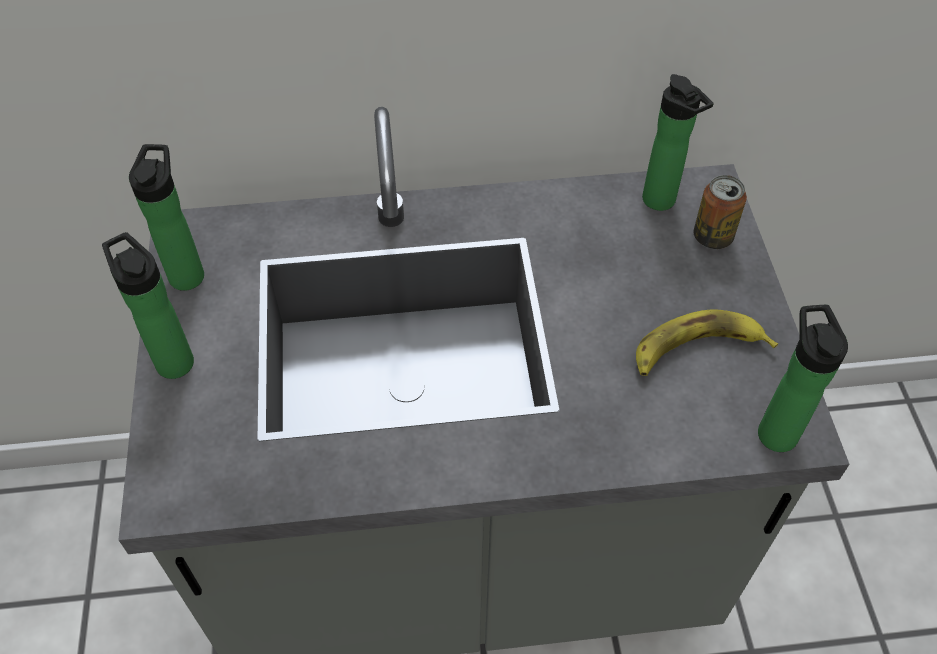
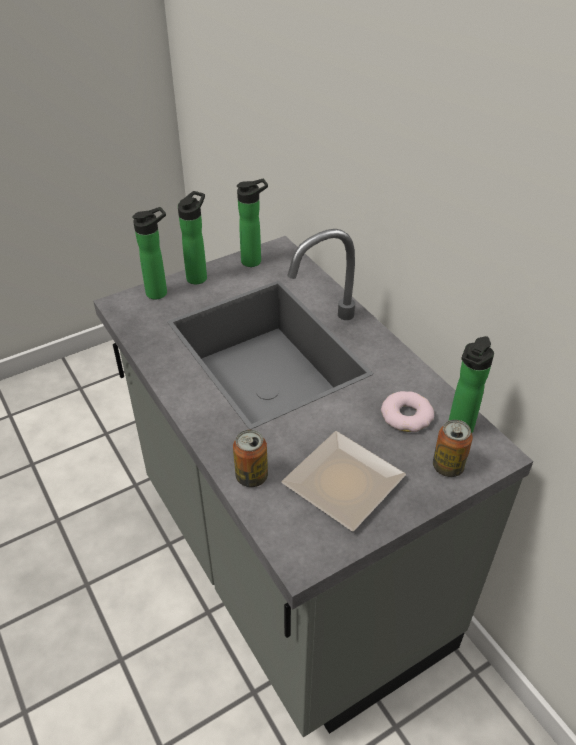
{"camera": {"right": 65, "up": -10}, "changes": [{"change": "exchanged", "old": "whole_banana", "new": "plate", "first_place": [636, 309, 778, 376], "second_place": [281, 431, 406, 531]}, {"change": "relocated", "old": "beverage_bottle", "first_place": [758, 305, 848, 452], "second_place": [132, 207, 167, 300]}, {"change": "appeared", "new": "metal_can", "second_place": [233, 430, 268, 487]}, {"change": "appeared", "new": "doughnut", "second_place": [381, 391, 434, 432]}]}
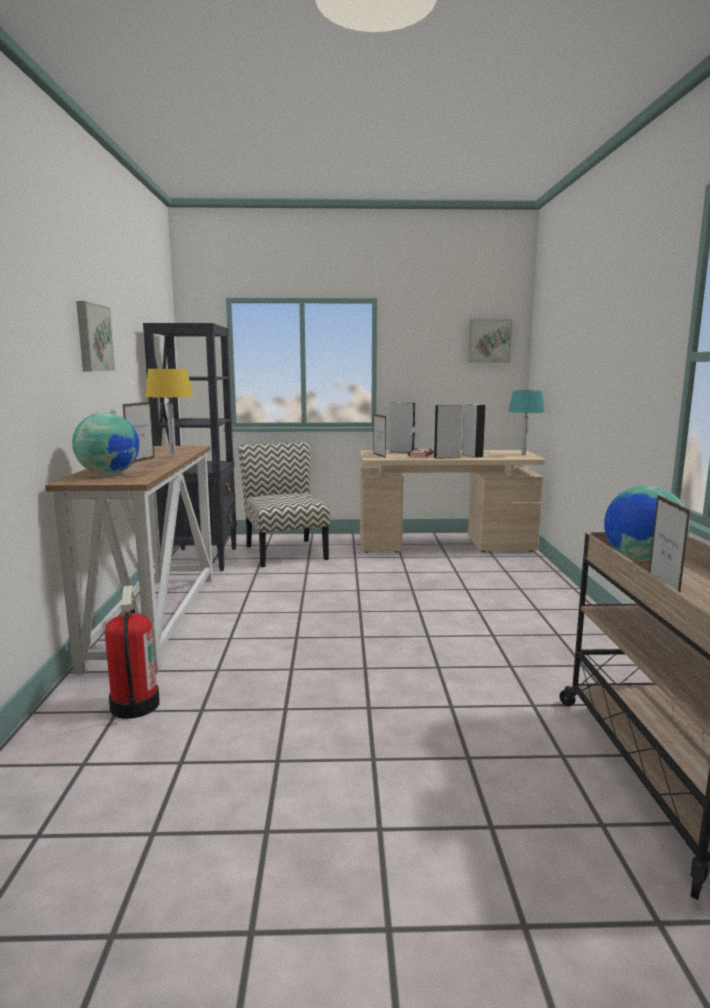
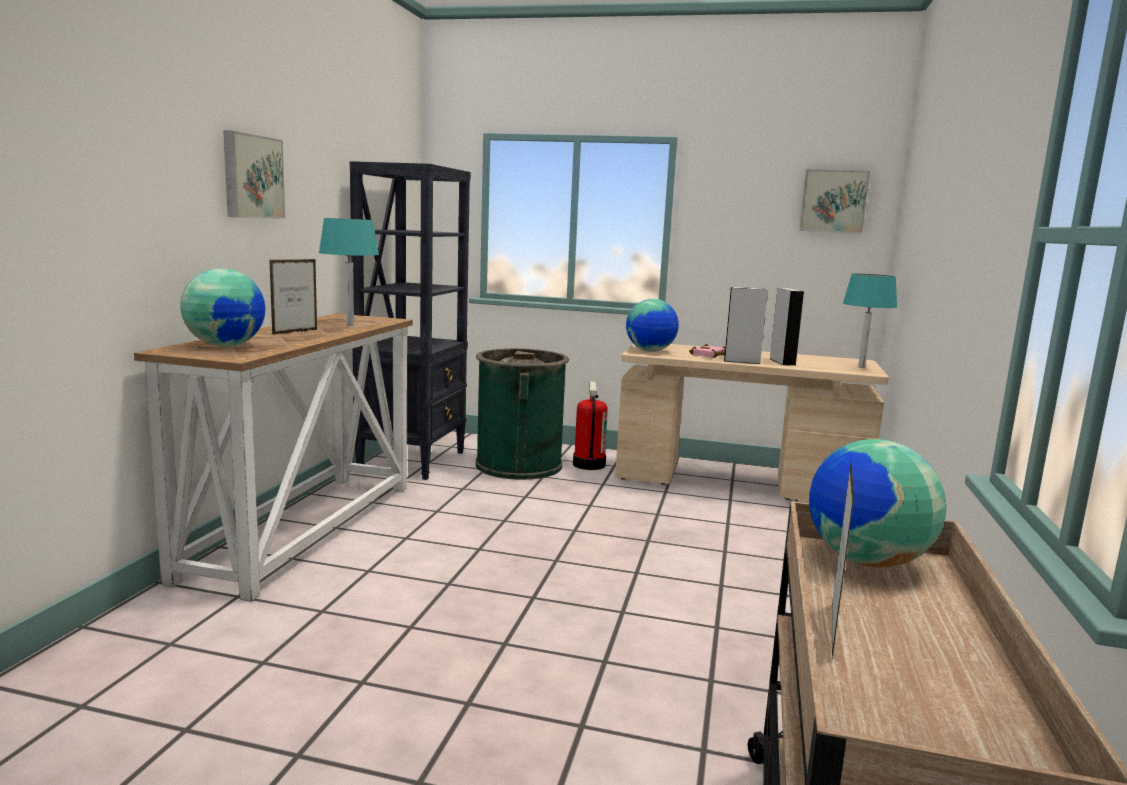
{"camera": {"right": 15, "up": 0}, "changes": [{"change": "relocated", "old": "fire_extinguisher", "first_place": [105, 585, 160, 719], "second_place": [573, 381, 608, 470]}, {"change": "colour", "old": "yellowish_lamp_for_a_table", "new": "turquoise-coloured_lamp_for_a_table", "first_place": [145, 369, 193, 454], "second_place": [319, 218, 379, 326]}, {"change": "exchanged", "old": "plain_chair", "new": "green-coloured_waste_bin", "first_place": [238, 442, 330, 567], "second_place": [476, 348, 569, 480]}, {"change": "exchanged", "old": "standing_frame", "new": "world_globe", "first_place": [373, 414, 386, 458], "second_place": [626, 299, 679, 351]}, {"change": "missing", "old": "gray_audio_speaker", "first_place": [390, 402, 415, 453]}]}
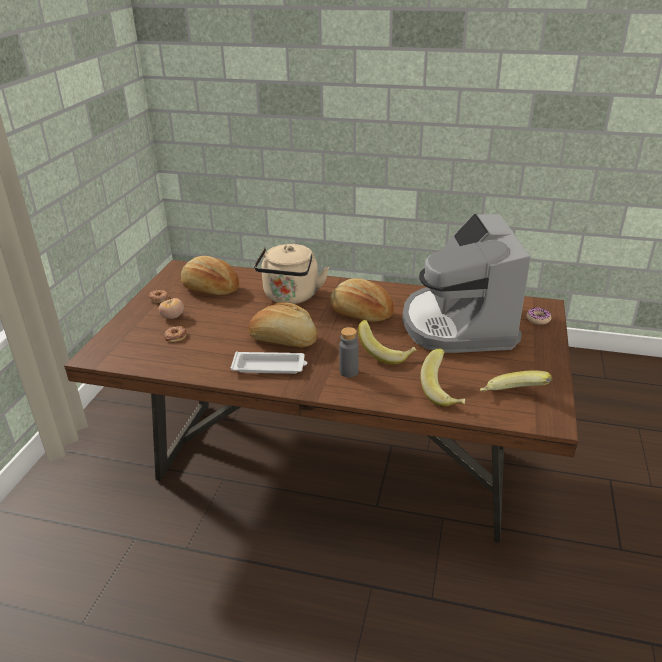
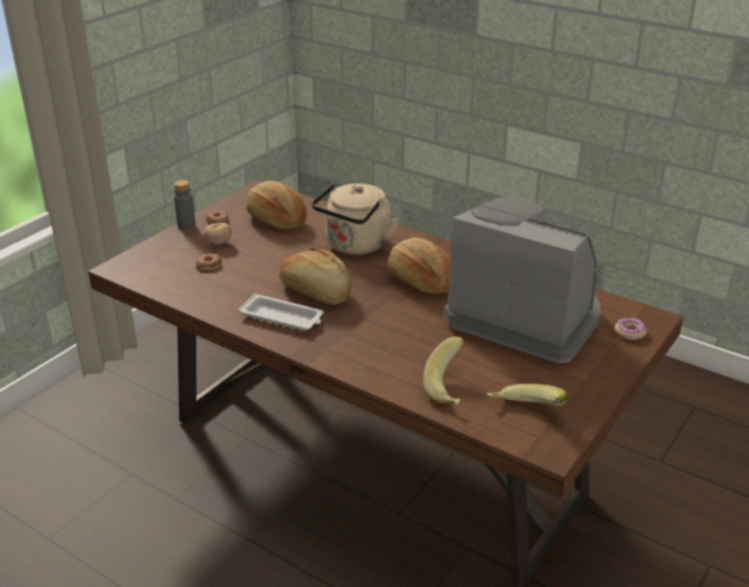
{"camera": {"right": 20, "up": 0}, "changes": [{"change": "relocated", "old": "gray_beverage_bottle", "first_place": [339, 327, 359, 378], "second_place": [174, 180, 196, 229]}, {"change": "missing", "old": "whole_banana", "first_place": [358, 320, 417, 365]}, {"change": "spun", "old": "coffee_brewer", "first_place": [402, 213, 531, 353], "second_place": [445, 197, 600, 364], "degrees": 105}]}
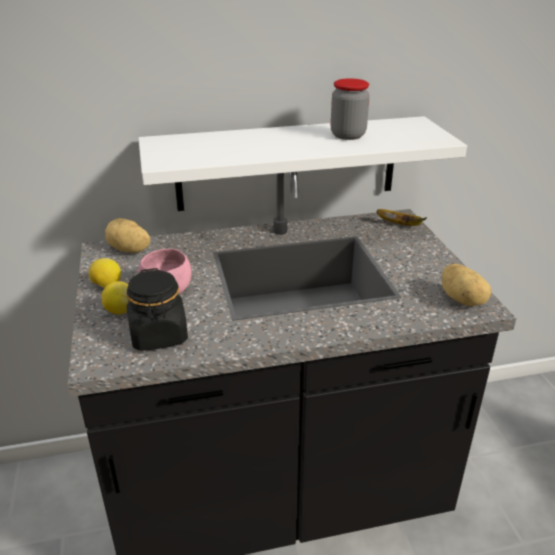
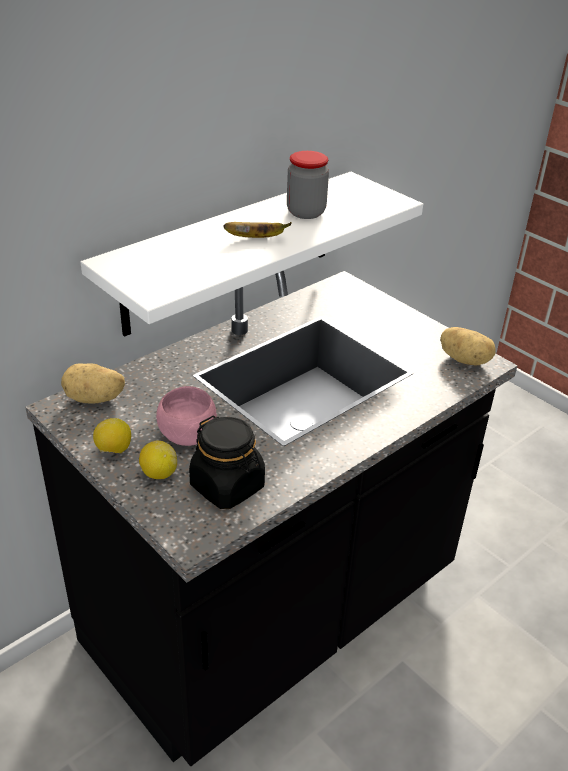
{"camera": {"right": -30, "up": 5}, "changes": [{"change": "relocated", "old": "whole_banana", "first_place": [376, 209, 427, 226], "second_place": [224, 222, 292, 238]}]}
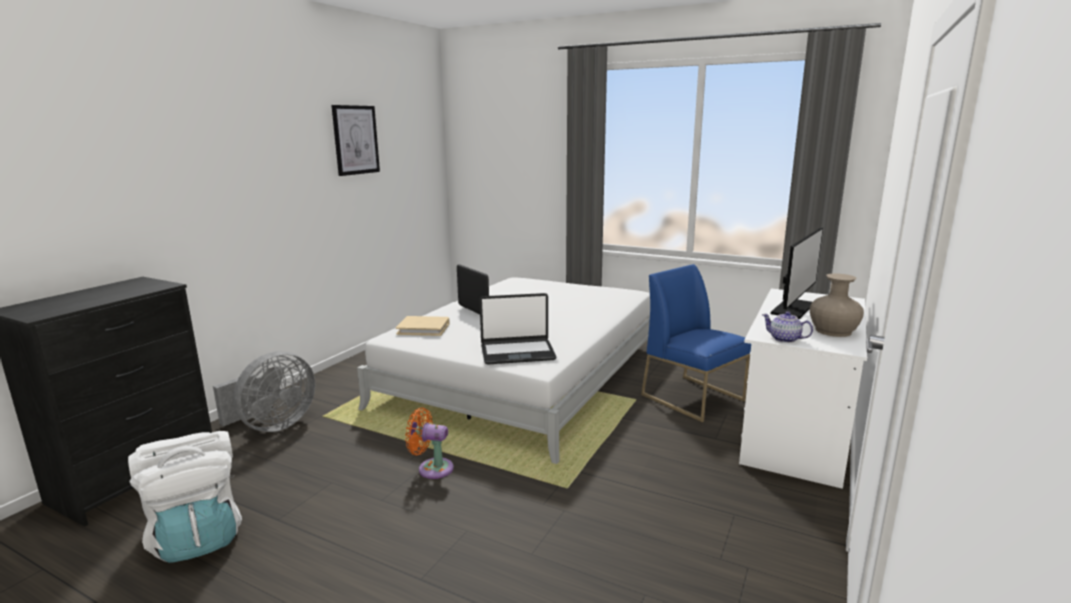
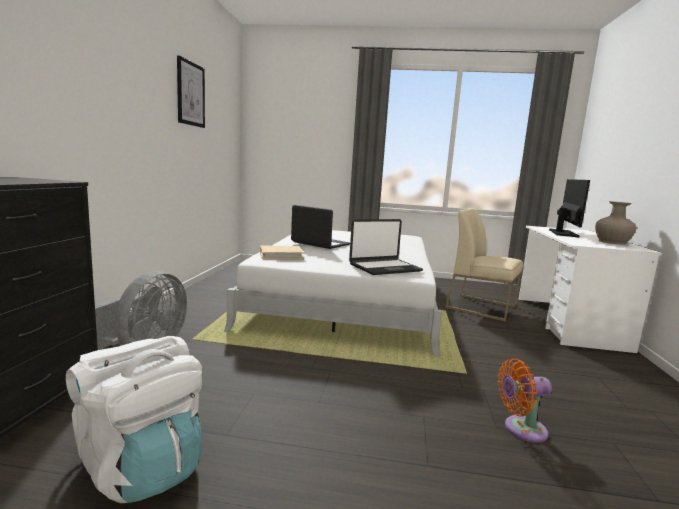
{"camera": {"right": -20, "up": -5}, "changes": [{"change": "relocated", "old": "orangey_cooling_fan", "first_place": [405, 408, 454, 479], "second_place": [498, 358, 552, 443]}, {"change": "colour", "old": "bluish_plain_chair", "new": "beige-coloured_plain_chair", "first_place": [641, 264, 751, 422], "second_place": [445, 208, 523, 322]}, {"change": "missing", "old": "tea_pot", "first_place": [762, 311, 813, 343]}]}
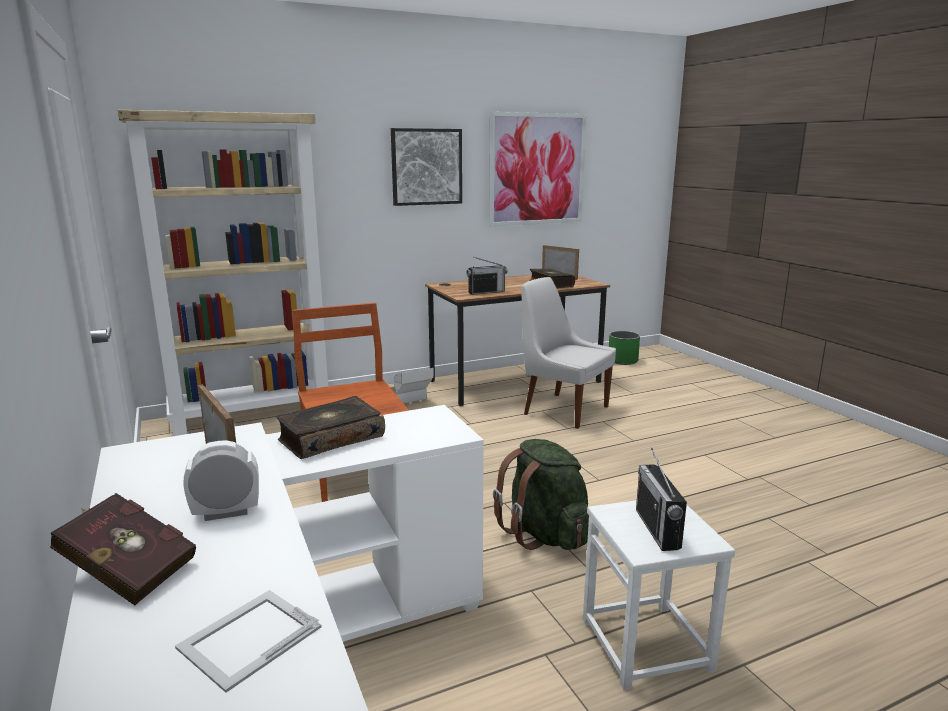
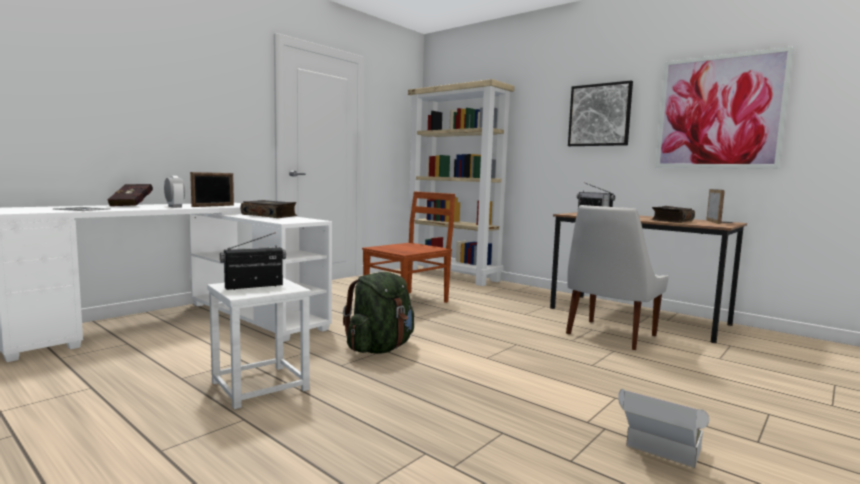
{"camera": {"right": 65, "up": -10}, "changes": [{"change": "relocated", "old": "packing_box", "first_place": [390, 368, 434, 403], "second_place": [618, 389, 709, 468]}, {"change": "spun", "old": "whitish_plain_chair", "first_place": [522, 277, 616, 429], "second_place": [566, 205, 669, 350], "degrees": -150}, {"change": "missing", "old": "green-coloured_flower_pot", "first_place": [609, 331, 640, 365]}]}
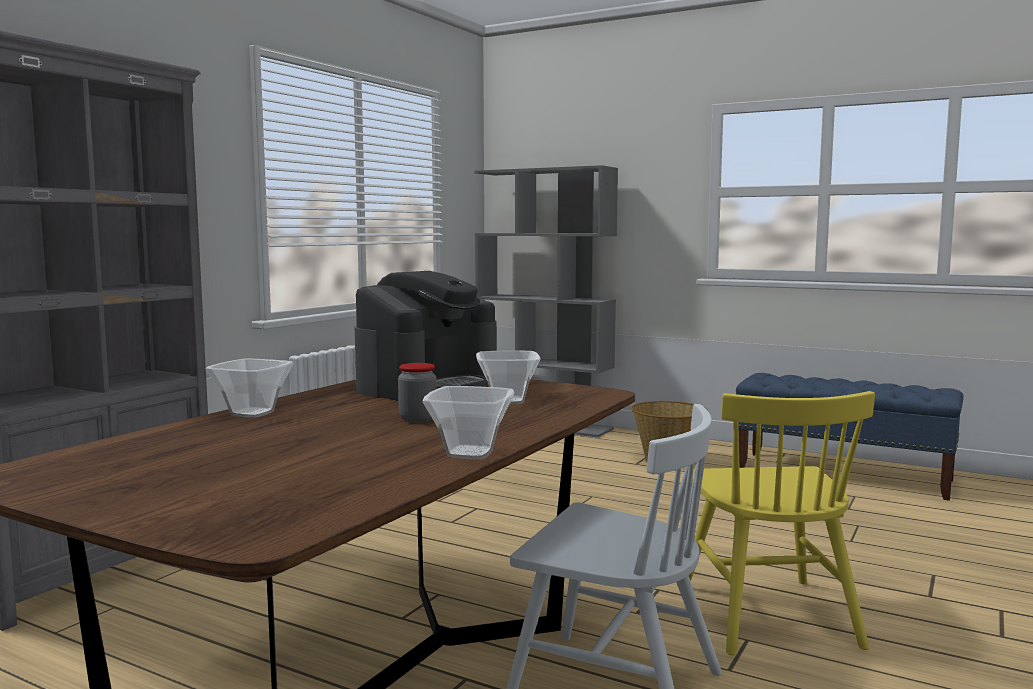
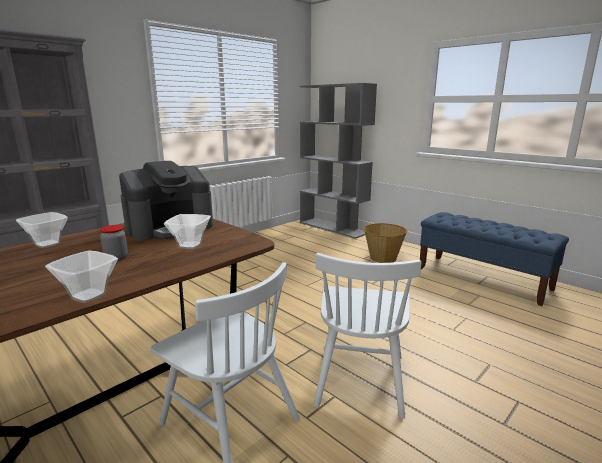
{"camera": {"right": 15, "up": 10}, "changes": [{"change": "colour", "old": "yellowish_plain_chair", "new": "whitish_plain_chair", "first_place": [689, 391, 875, 655], "second_place": [314, 253, 421, 419]}]}
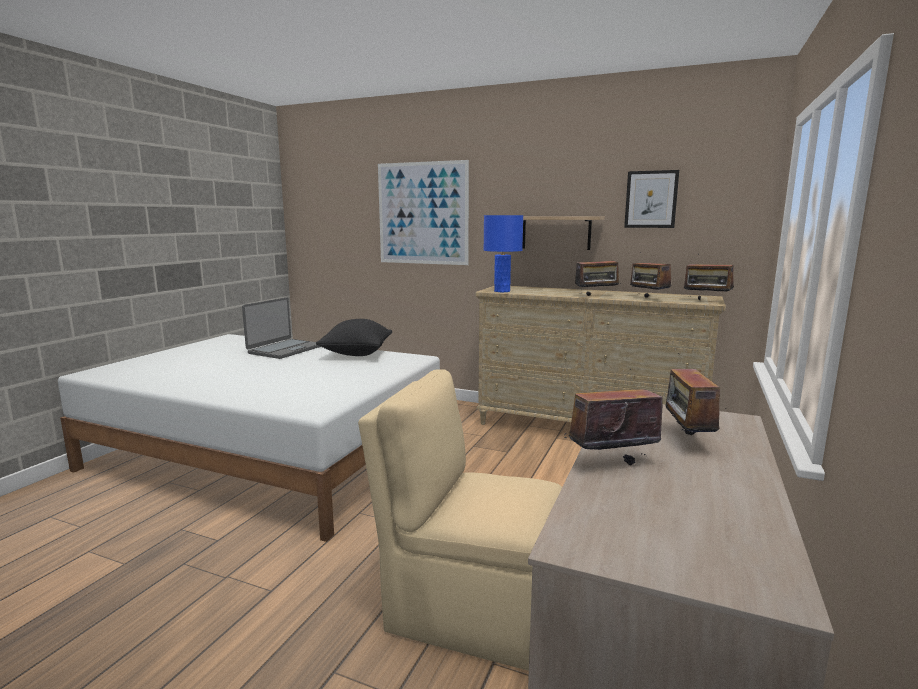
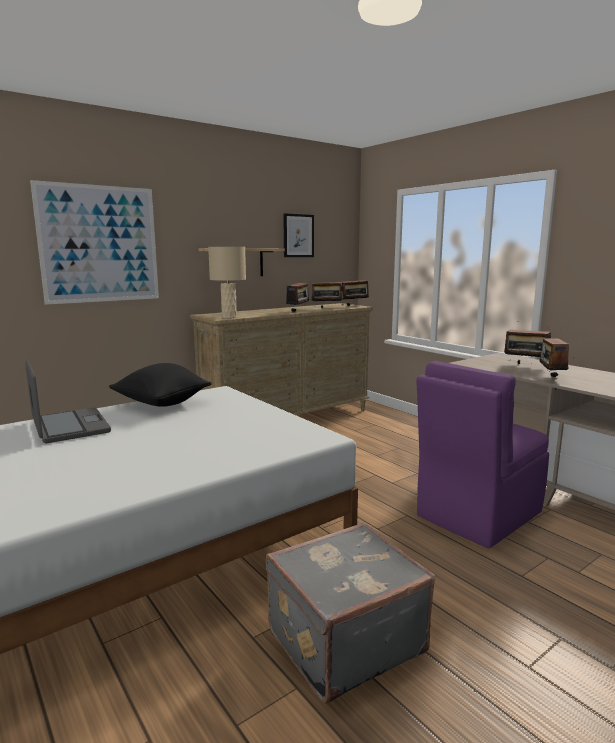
{"camera": {"right": -60, "up": 0}, "changes": [{"change": "colour", "old": "beige-coloured_plain_chair", "new": "purple_plain_chair", "first_place": [358, 369, 562, 671], "second_place": [417, 361, 549, 548]}, {"change": "colour", "old": "bluish_lamp_for_a_table", "new": "beige-coloured_lamp_for_a_table", "first_place": [484, 215, 523, 292], "second_place": [208, 247, 246, 318]}, {"change": "appeared", "new": "gray_suitcase", "second_place": [266, 522, 435, 704]}]}
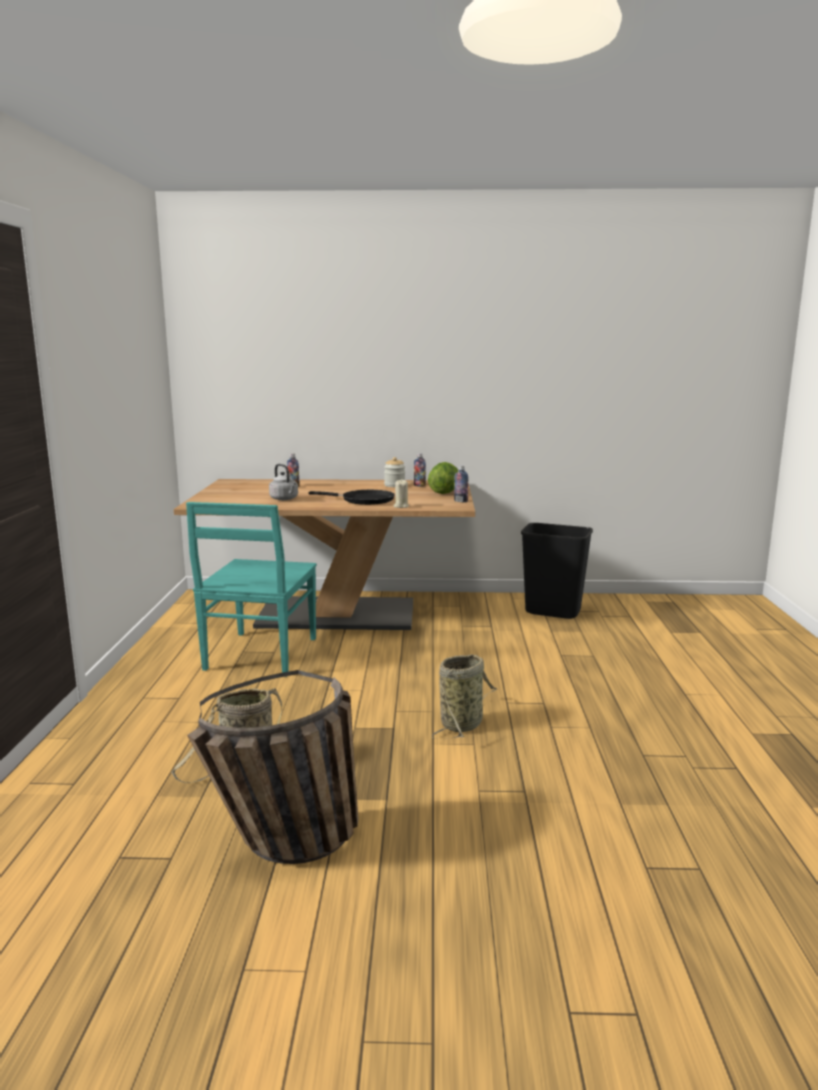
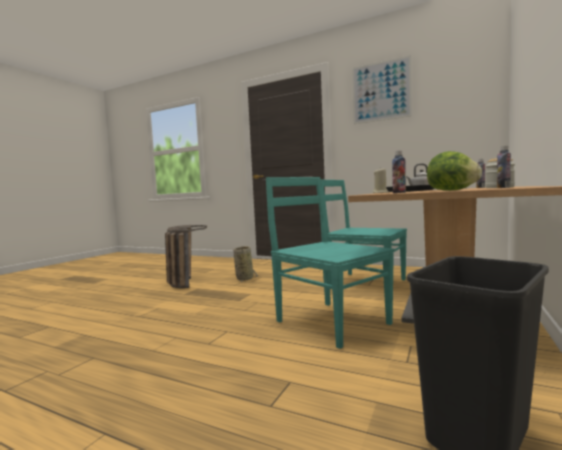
{"camera": {"right": 115, "up": -10}, "changes": [{"change": "missing", "old": "household_basket", "first_place": [432, 654, 497, 740]}, {"change": "appeared", "new": "turquoise-coloured_plain_chair", "second_place": [266, 177, 395, 349]}, {"change": "appeared", "new": "picture", "second_place": [352, 55, 412, 124]}]}
